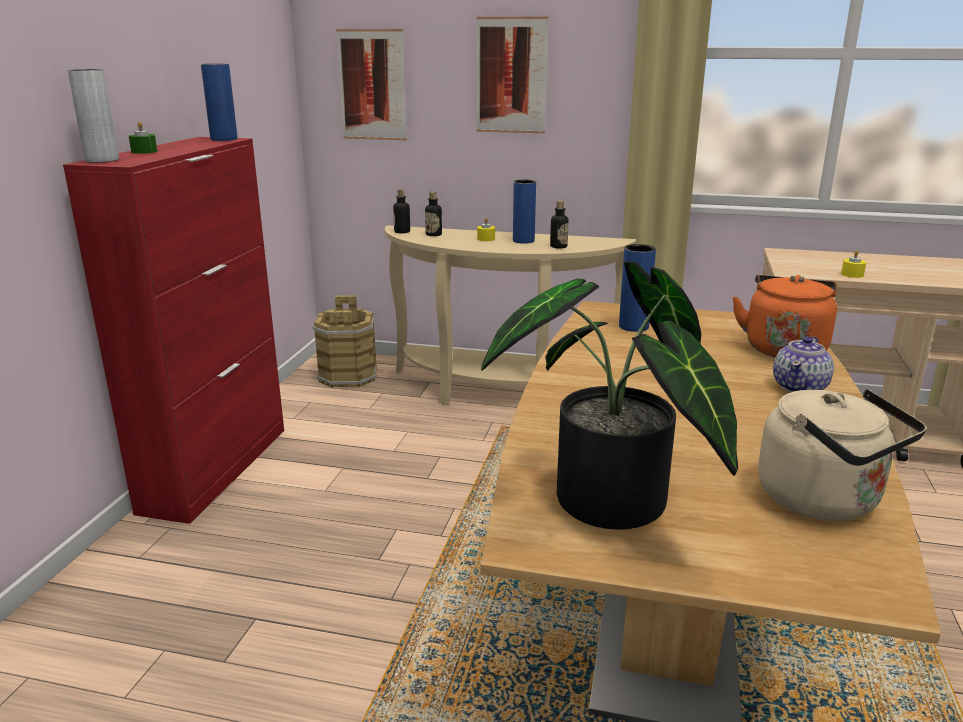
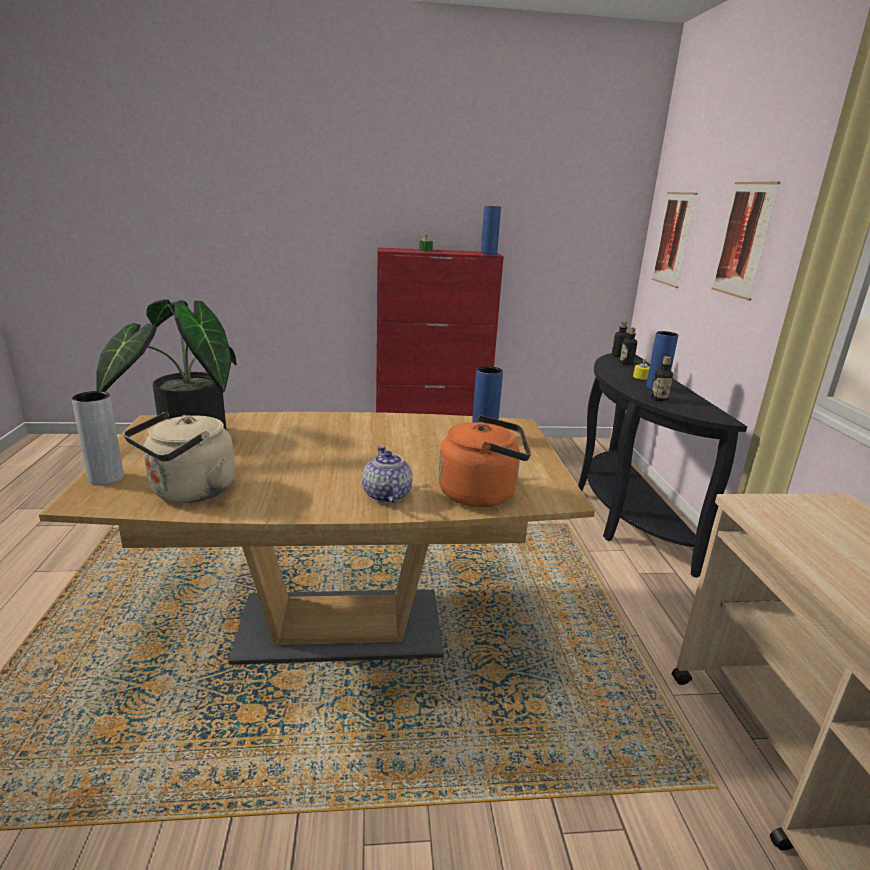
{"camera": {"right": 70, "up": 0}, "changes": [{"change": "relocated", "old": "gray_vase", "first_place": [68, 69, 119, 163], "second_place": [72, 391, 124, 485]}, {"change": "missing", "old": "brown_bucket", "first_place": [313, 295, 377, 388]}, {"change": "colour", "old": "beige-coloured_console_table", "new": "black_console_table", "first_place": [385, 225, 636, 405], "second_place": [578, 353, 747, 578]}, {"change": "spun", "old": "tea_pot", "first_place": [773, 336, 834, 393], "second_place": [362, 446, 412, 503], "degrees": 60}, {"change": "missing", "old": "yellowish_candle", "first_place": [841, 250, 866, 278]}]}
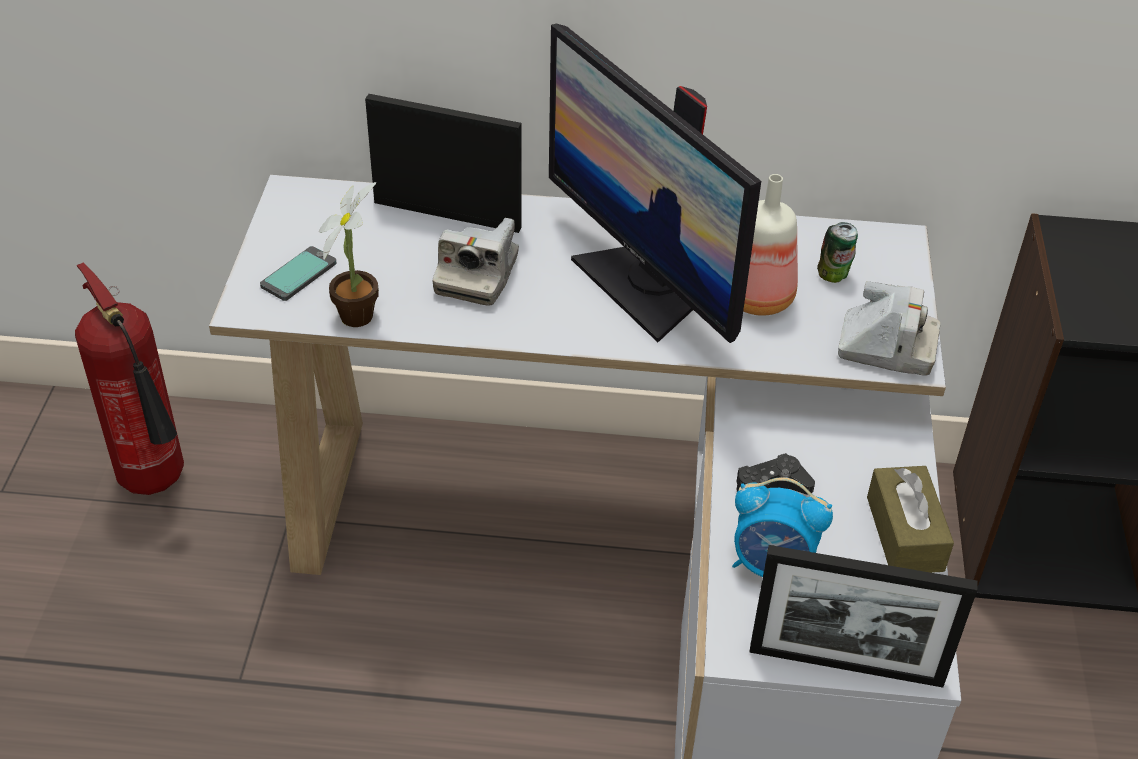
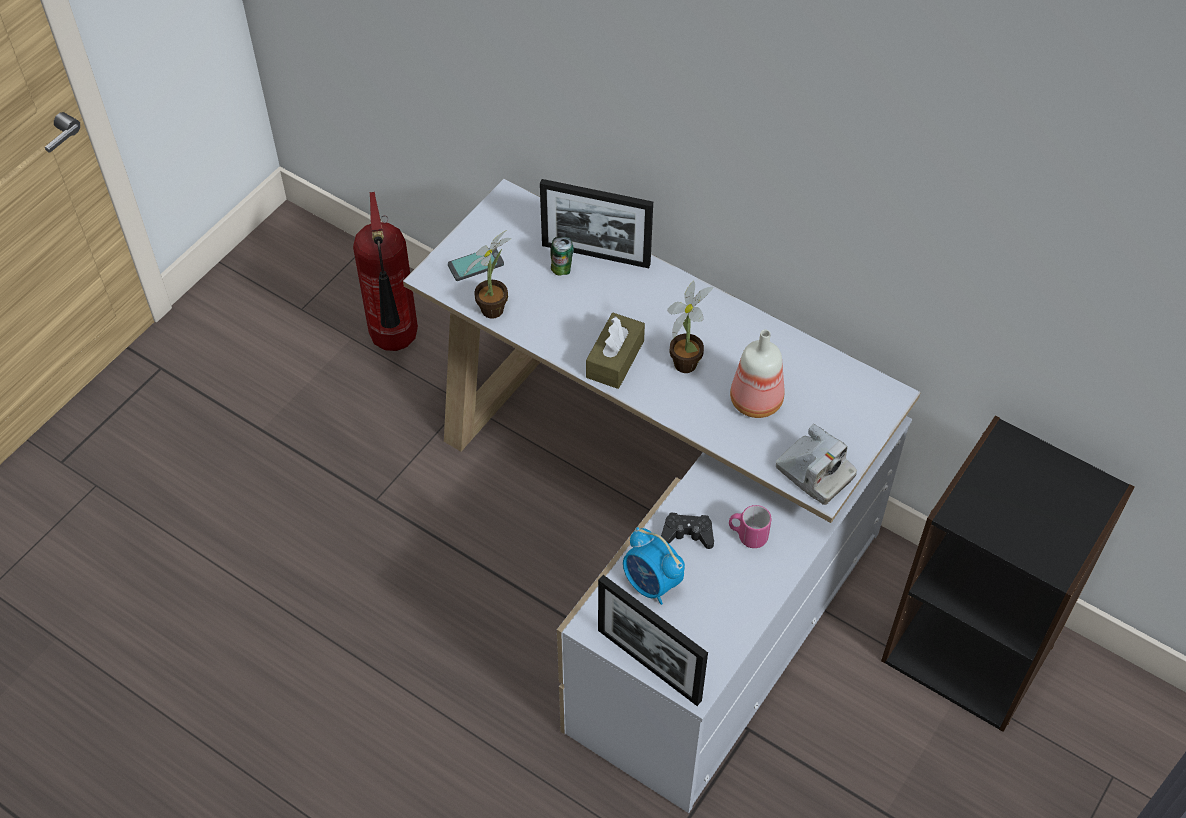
{"camera": {"right": 30, "up": 10}, "changes": [{"change": "spun", "old": "standing_frame", "first_place": [365, 94, 521, 233], "second_place": [540, 179, 653, 268], "degrees": 150}, {"change": "missing", "old": "photo_camera", "first_place": [433, 218, 519, 306]}, {"change": "exchanged", "old": "monitor", "new": "houseplant", "first_place": [549, 23, 761, 343], "second_place": [667, 281, 713, 373]}, {"change": "relocated", "old": "metal_can", "first_place": [817, 222, 858, 283], "second_place": [550, 237, 574, 276]}, {"change": "relocated", "old": "brown_box_of_tissues", "first_place": [867, 466, 954, 573], "second_place": [586, 313, 645, 389]}, {"change": "appeared", "new": "pink_mug", "second_place": [729, 505, 771, 548]}]}
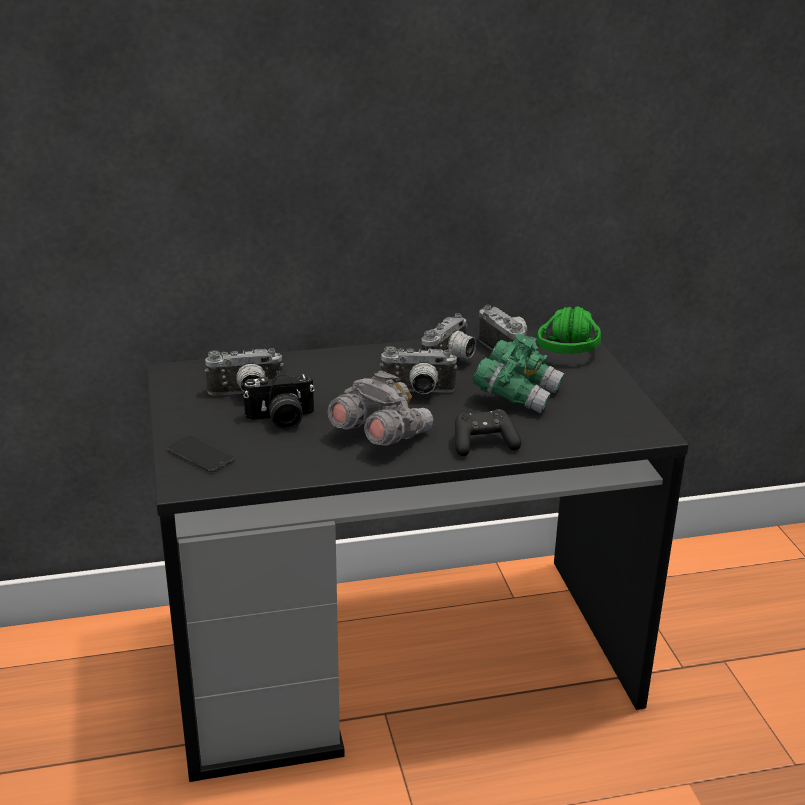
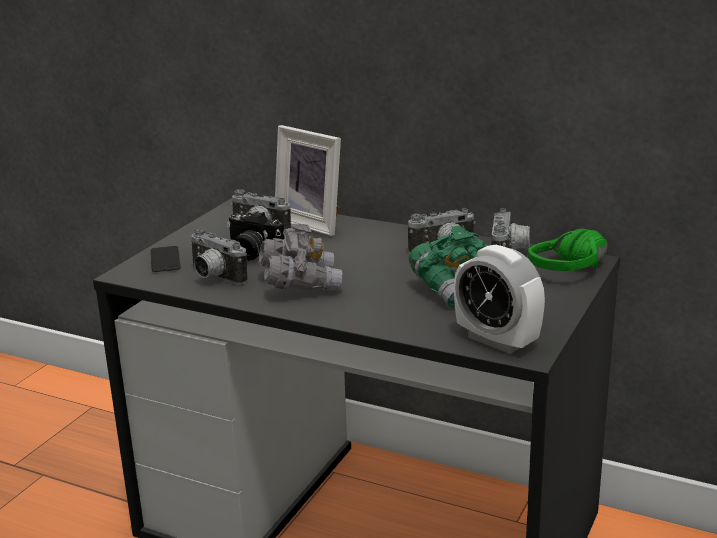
{"camera": {"right": 40, "up": -5}, "changes": [{"change": "relocated", "old": "photo_camera", "first_place": [380, 346, 458, 394], "second_place": [190, 228, 247, 285]}, {"change": "missing", "old": "black_game_controller", "first_place": [455, 409, 522, 456]}, {"change": "appeared", "new": "standing_frame", "second_place": [275, 125, 341, 236]}, {"change": "appeared", "new": "alarm_clock", "second_place": [454, 245, 545, 354]}]}
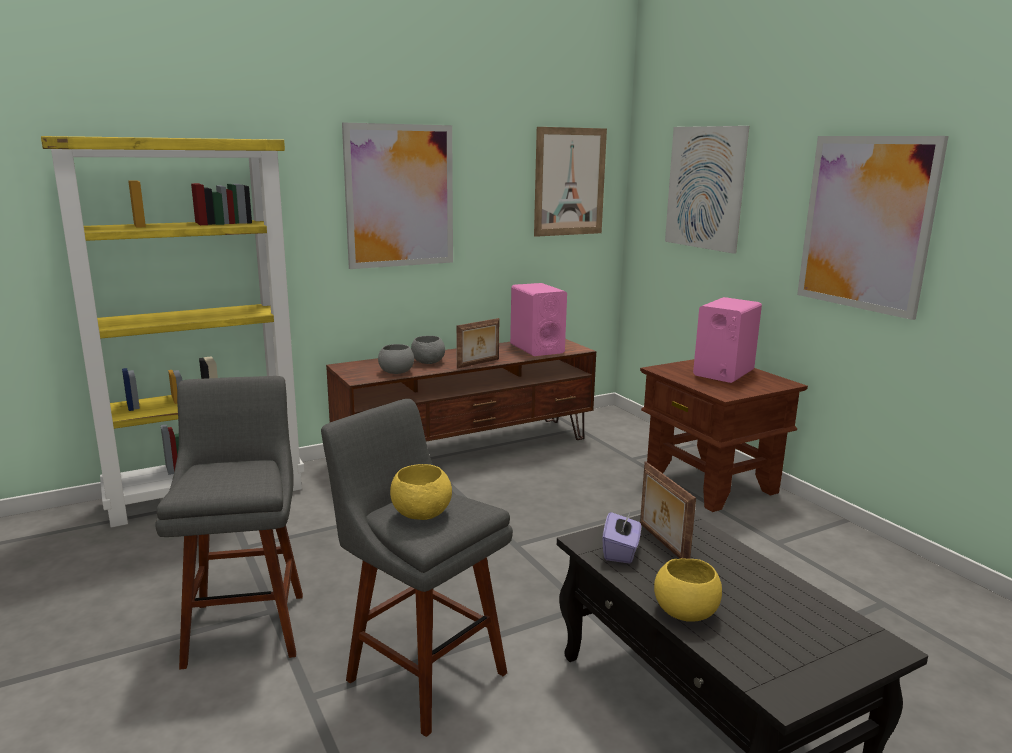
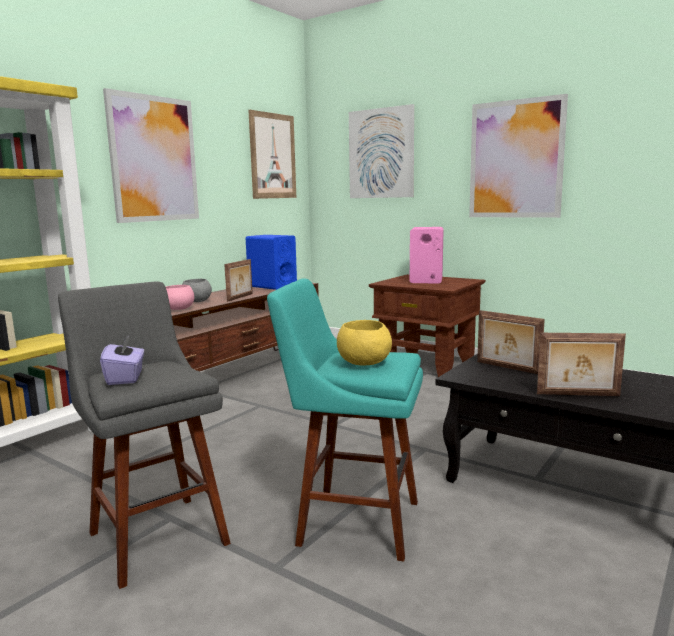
{"camera": {"right": -25, "up": -5}, "changes": [{"change": "colour", "old": "gray_stool", "new": "turquoise-coloured_stool", "first_place": [321, 399, 513, 737], "second_place": [267, 278, 423, 562]}, {"change": "colour", "old": "gray_bowl", "new": "pink_bowl", "first_place": [378, 344, 414, 374], "second_place": [166, 285, 194, 310]}, {"change": "colour", "old": "pink_audio_speaker", "new": "bluish_audio_speaker", "first_place": [510, 283, 567, 356], "second_place": [246, 235, 297, 290]}, {"change": "relocated", "old": "purple_box_of_tissues", "first_place": [602, 512, 641, 564], "second_place": [100, 335, 144, 385]}, {"change": "exchanged", "old": "yellowish_bowl", "new": "standing_frame", "first_place": [654, 558, 722, 622], "second_place": [537, 333, 626, 396]}]}
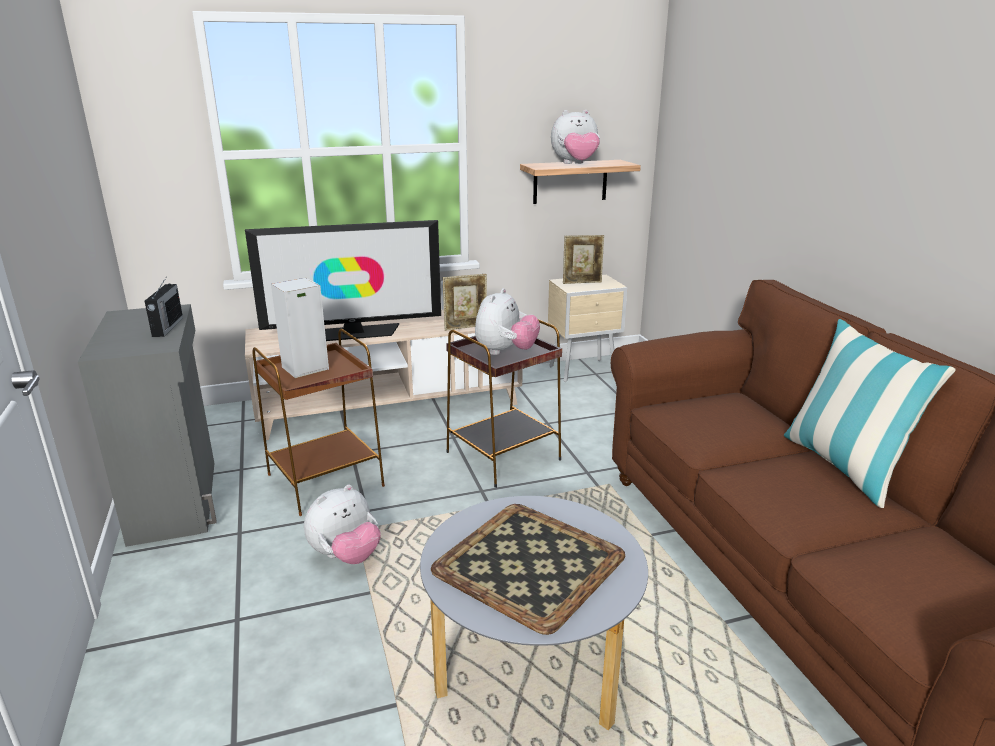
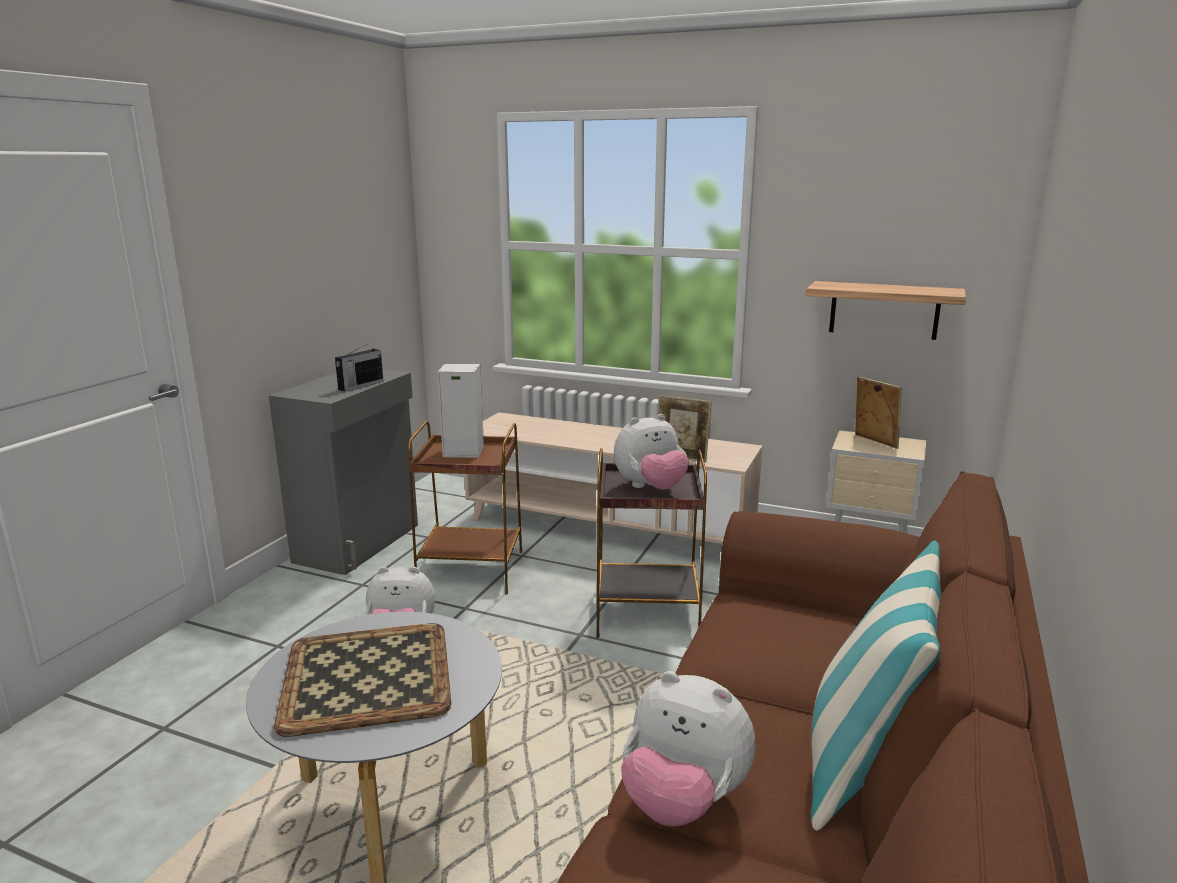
{"camera": {"right": 40, "up": -5}, "changes": [{"change": "missing", "old": "TV", "first_place": [245, 220, 441, 341]}, {"change": "relocated", "old": "plush_toy", "first_place": [551, 110, 600, 164], "second_place": [621, 671, 755, 826]}, {"change": "spun", "old": "standing_frame", "first_place": [563, 235, 604, 284], "second_place": [855, 377, 902, 449], "degrees": -150}]}
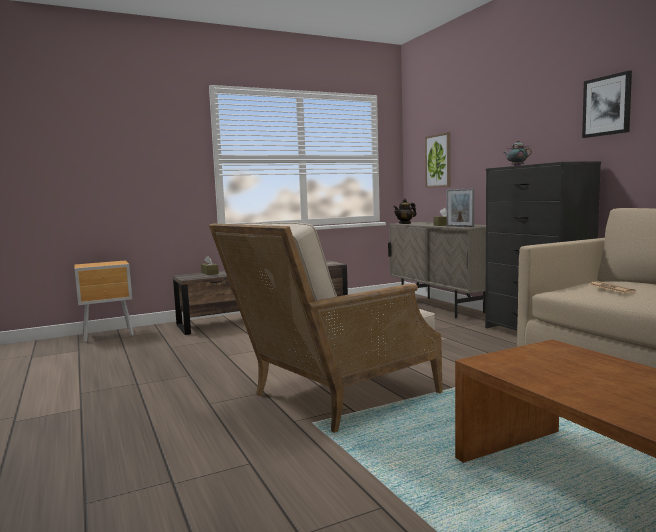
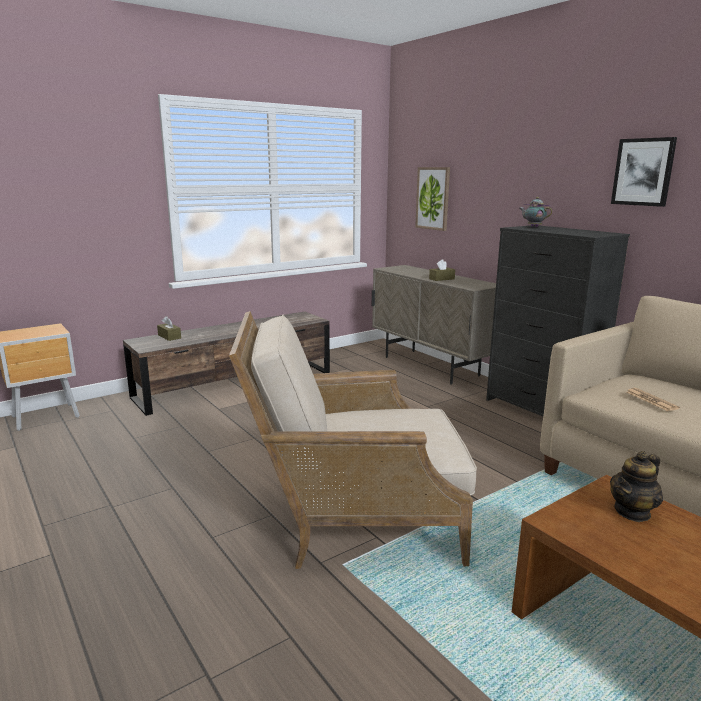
{"camera": {"right": -10, "up": 10}, "changes": [{"change": "spun", "old": "beige-coloured_easy_chair", "first_place": [209, 222, 443, 433], "second_place": [229, 311, 477, 569], "degrees": 45}, {"change": "relocated", "old": "tea_pot", "first_place": [393, 199, 416, 224], "second_place": [610, 451, 663, 522]}, {"change": "missing", "old": "standing_frame", "first_place": [447, 188, 474, 227]}]}
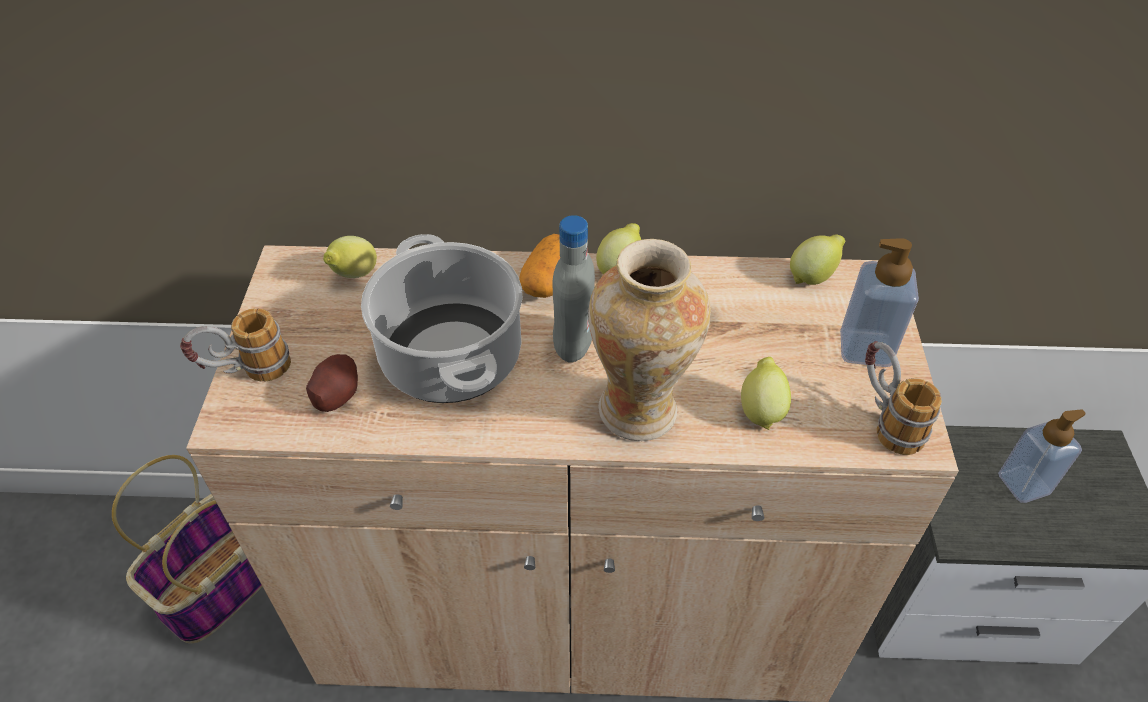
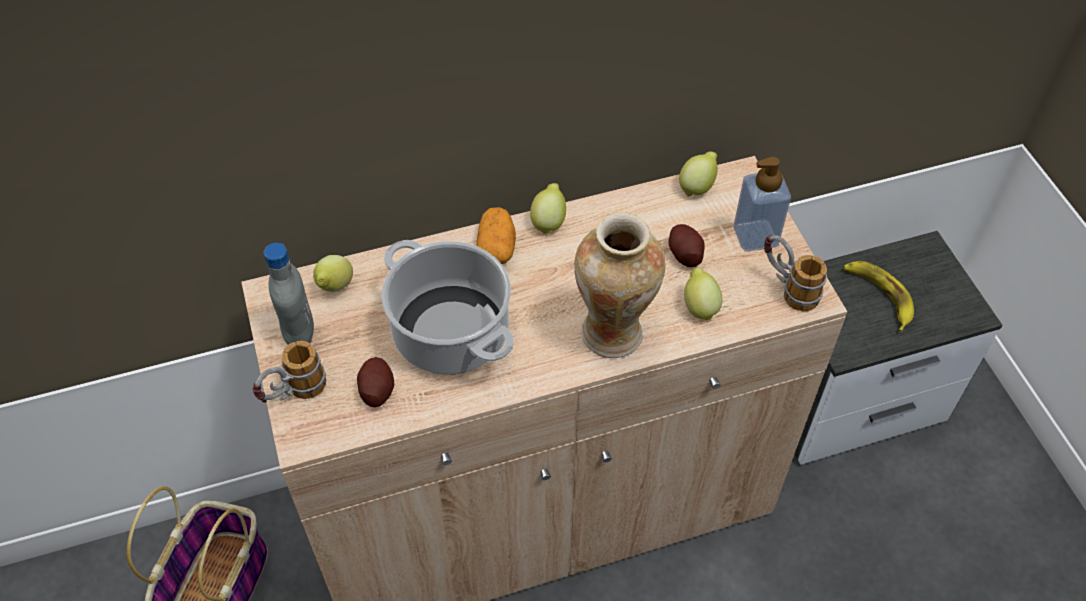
{"camera": {"right": -20, "up": 5}, "changes": [{"change": "relocated", "old": "gray_beverage_bottle", "first_place": [553, 215, 595, 363], "second_place": [264, 243, 314, 345]}, {"change": "exchanged", "old": "liquid_soap_bottle", "new": "whole_banana", "first_place": [998, 409, 1086, 503], "second_place": [843, 261, 914, 332]}, {"change": "appeared", "new": "spud", "second_place": [669, 224, 705, 267]}]}
